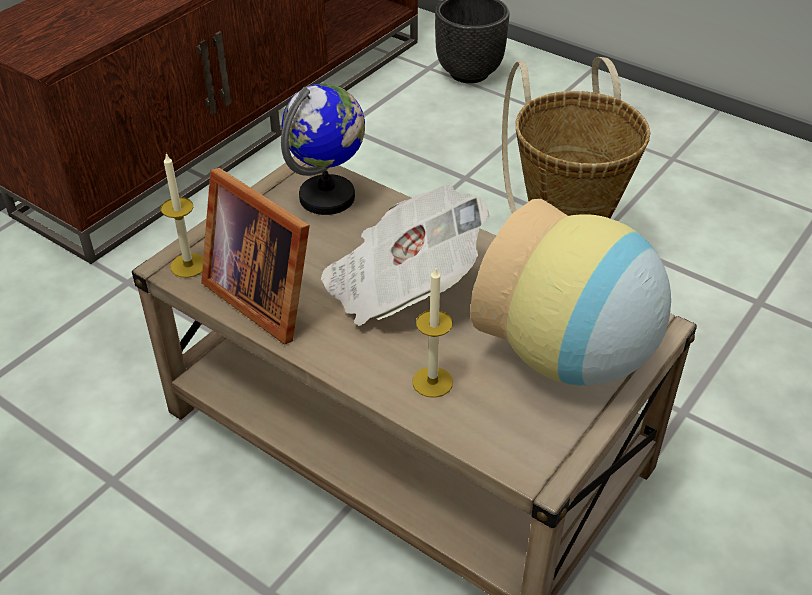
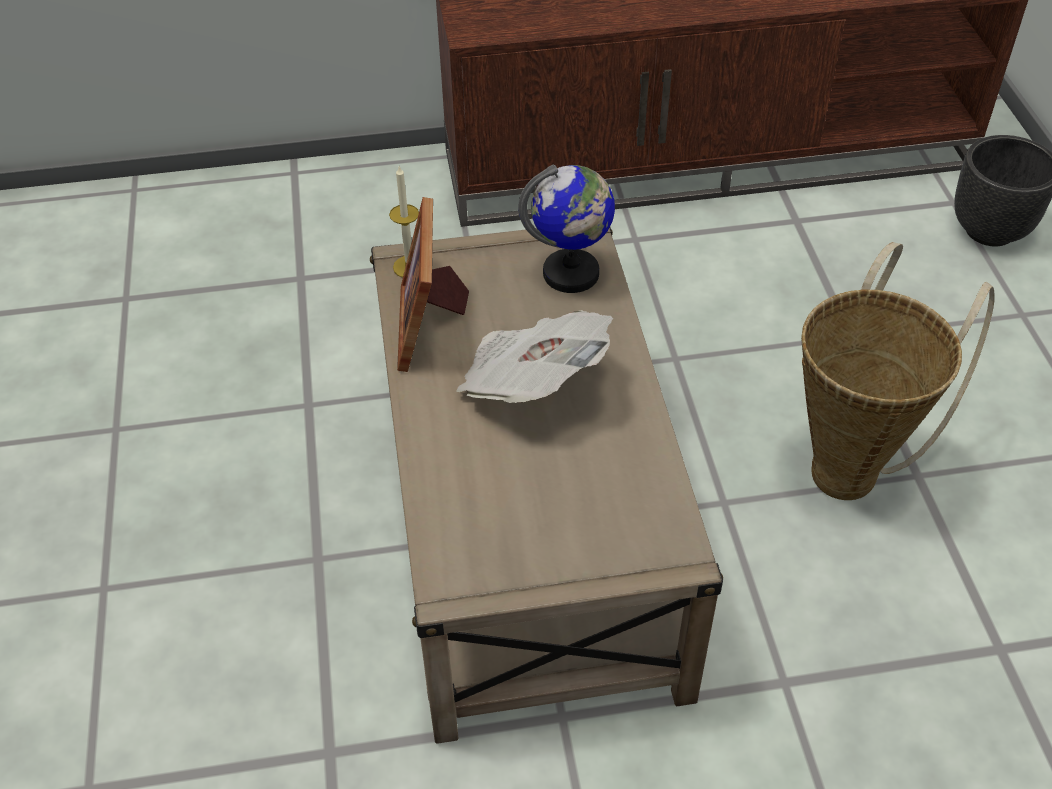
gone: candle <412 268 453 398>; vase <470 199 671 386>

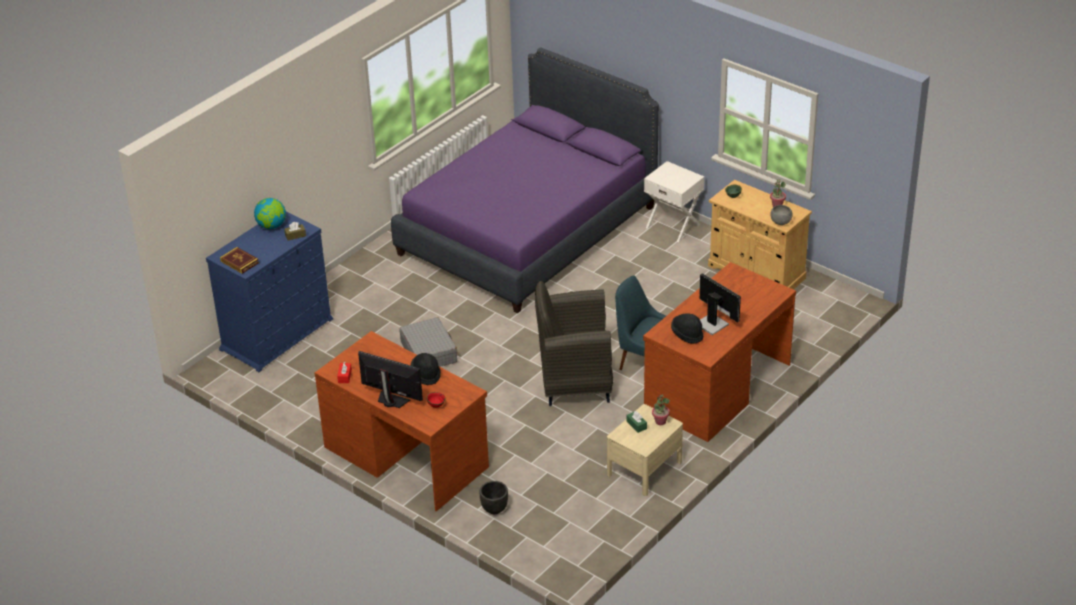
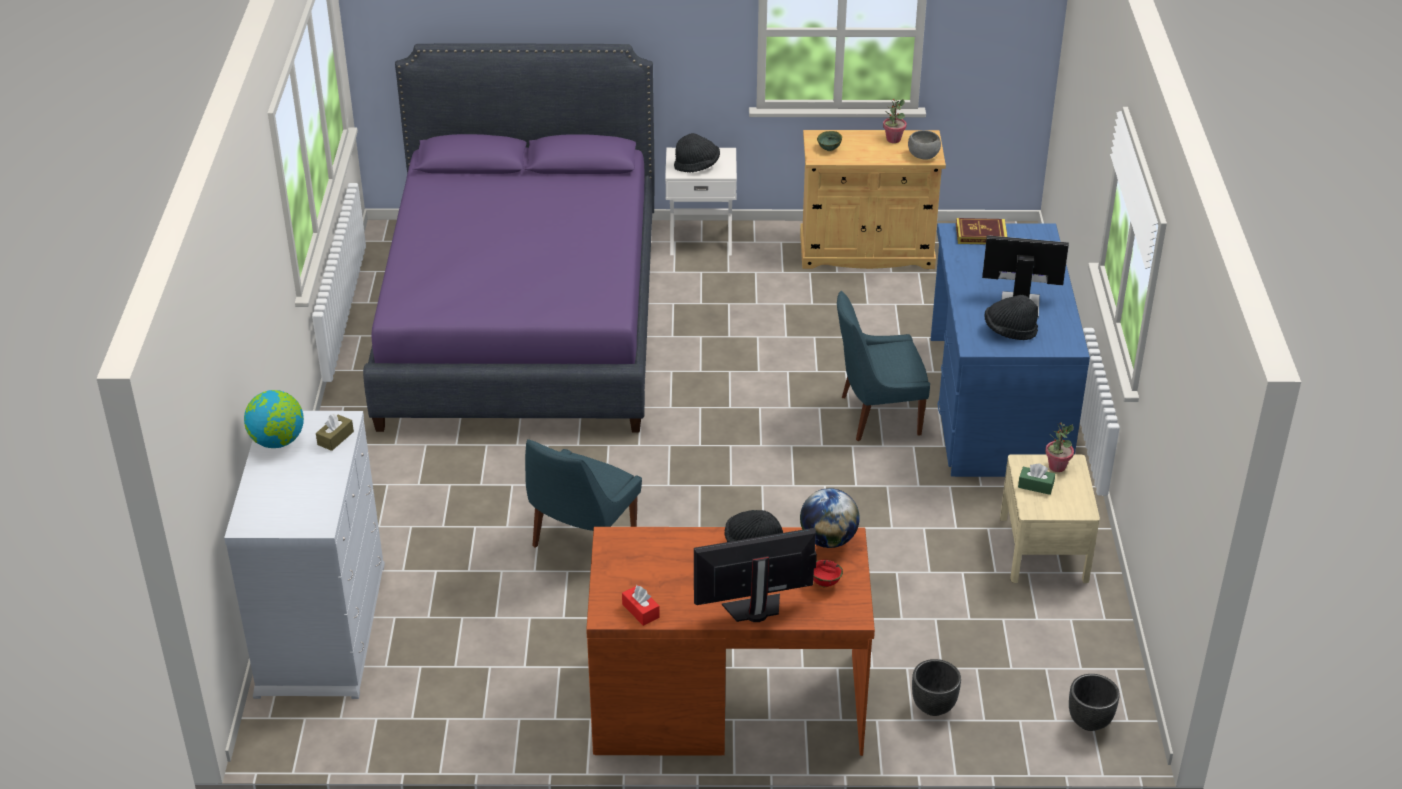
gone: grey easy chair <535 281 613 406>
new: black-coloured clothing hat <674 133 720 172>; world globe <800 488 860 548>; black-coloured planter <1069 674 1120 731>
shifted: book <220 247 259 274> to <956 218 1008 244>
swapped: grey travel case <399 317 457 367> to blue-coloured upright chair <525 439 642 548>
repainted: blue-coloured chest of drawers <206 212 333 372> to whitish chest of drawers <224 411 385 699>; brown-coloured desk <643 262 796 442> to blue-coloured desk <931 223 1090 477>

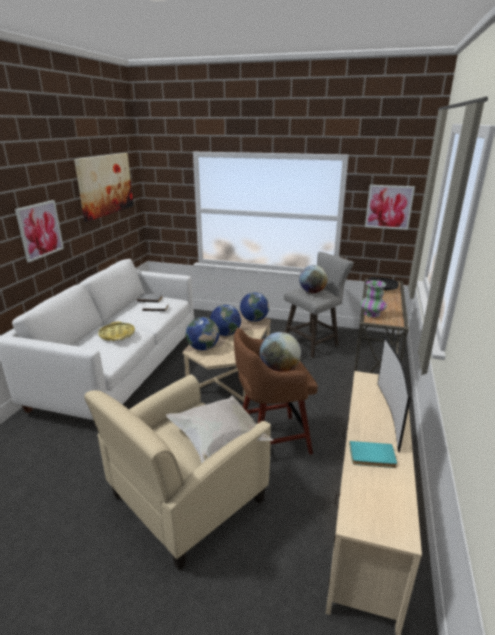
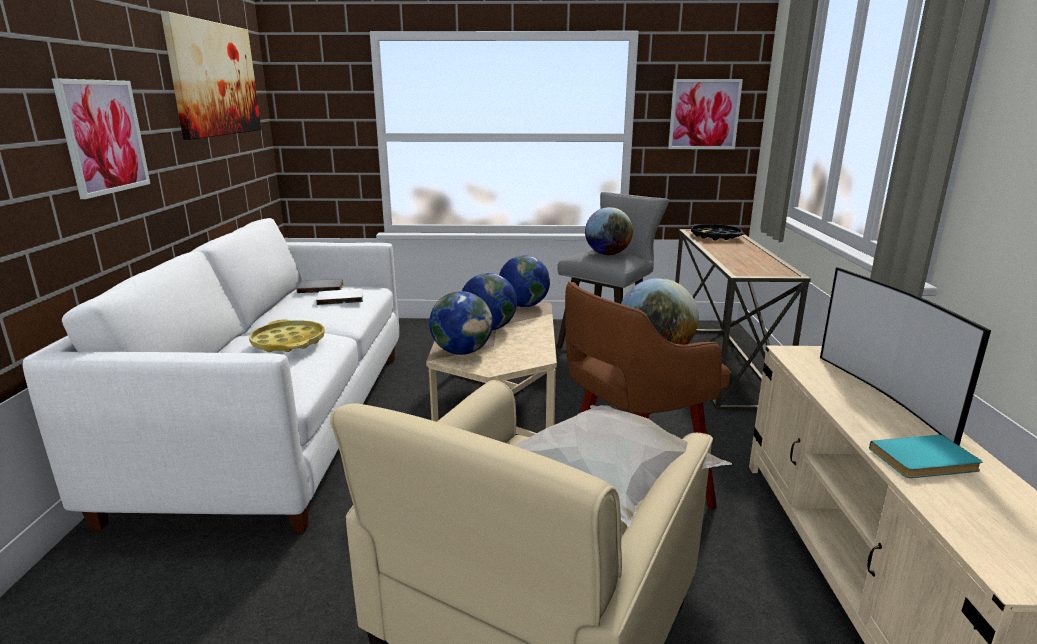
gone: vase <360 280 387 317>

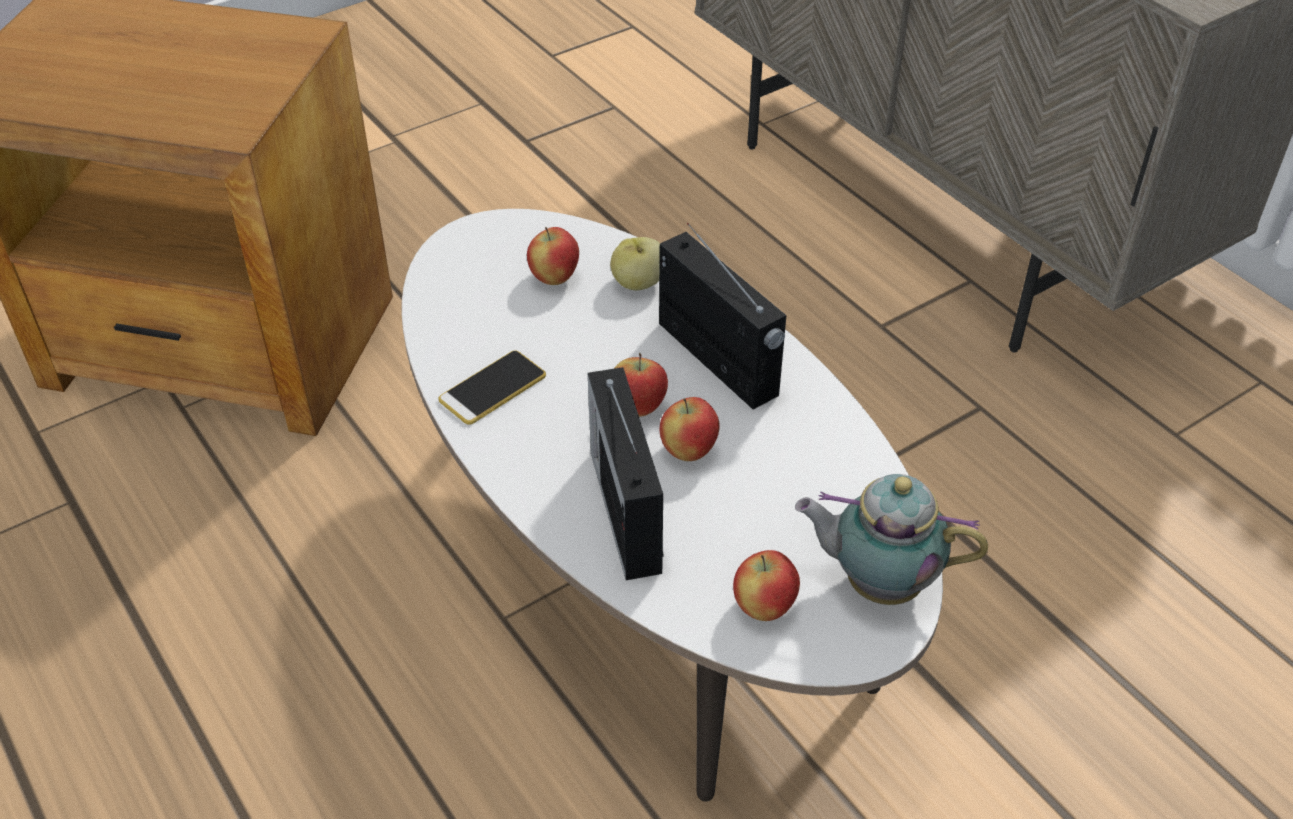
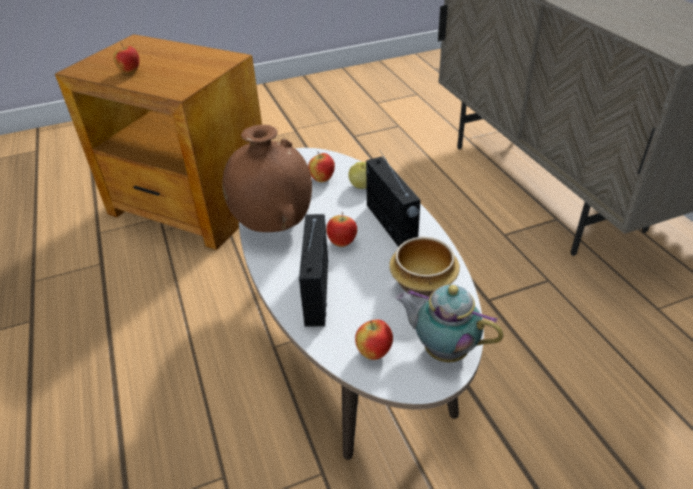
new: bowl <389 237 460 298>
shifted: whole apple <660 397 719 461> to <113 43 139 74>
swapped: telephone <438 351 546 425> to brown-coloured vase <222 125 312 232>

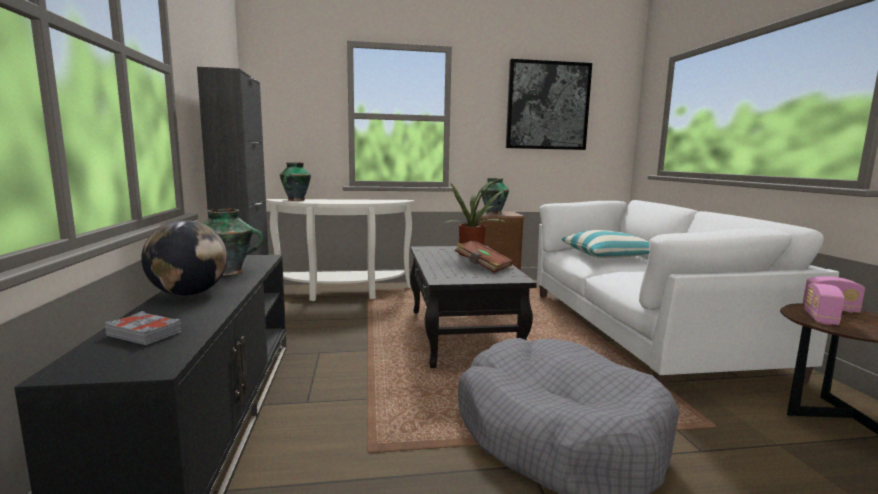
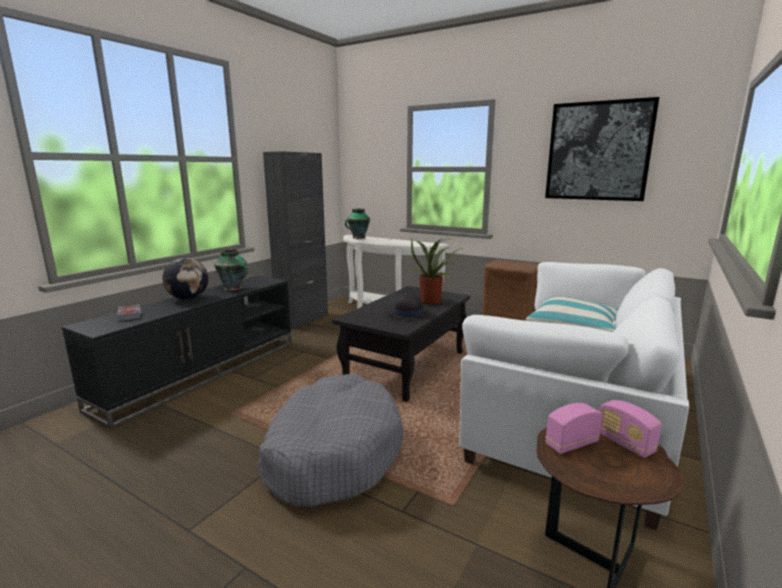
gone: vase <481 178 509 214>
swapped: brown-coloured book <455 240 513 273> to black-coloured clothing hat <387 293 429 319>

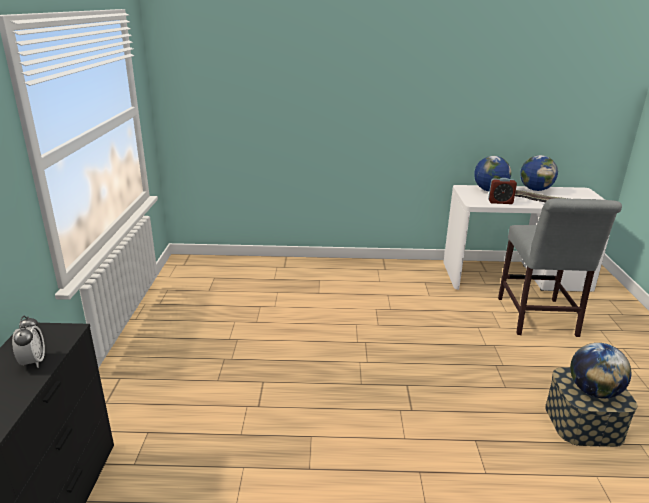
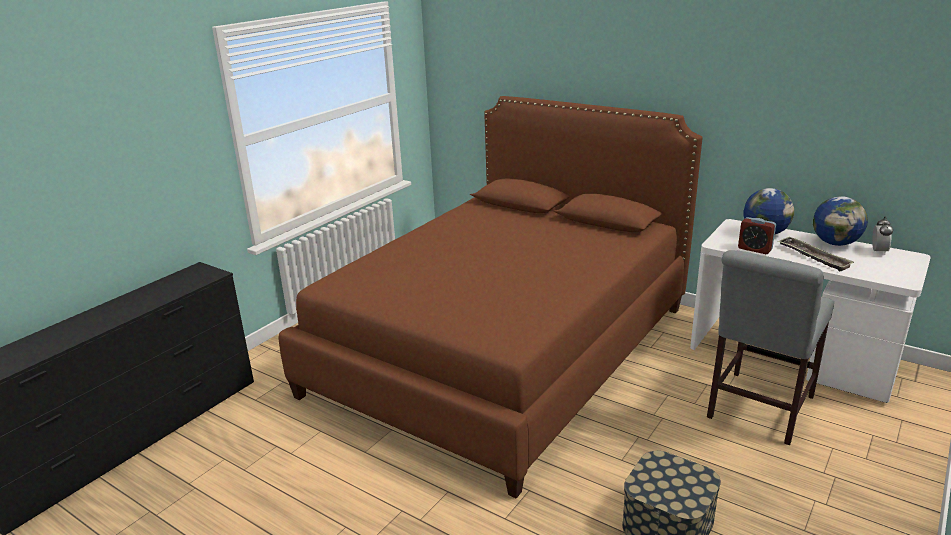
gone: world globe <570 343 632 398>
new: brown-coloured bed <279 96 702 498>
shifted: alarm clock <12 316 45 368> to <872 217 893 255>

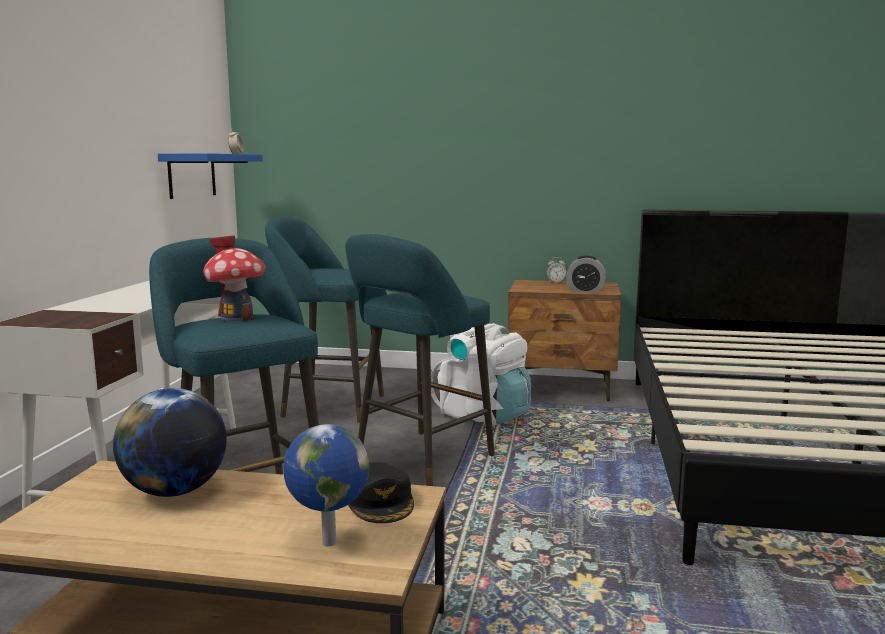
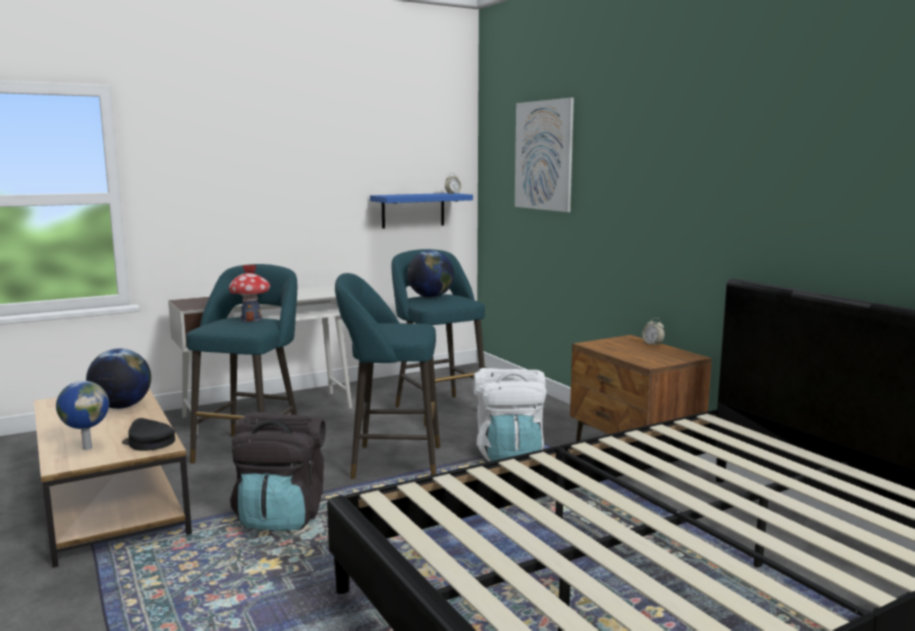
gone: alarm clock <566 255 606 293>
new: black-coloured knapsack <230 412 326 531>; world globe <407 250 454 298>; wall art <515 98 574 212>
rotated: black-coloured baseball cap <348 462 414 523> = <122 418 175 451> 90 degrees clockwise

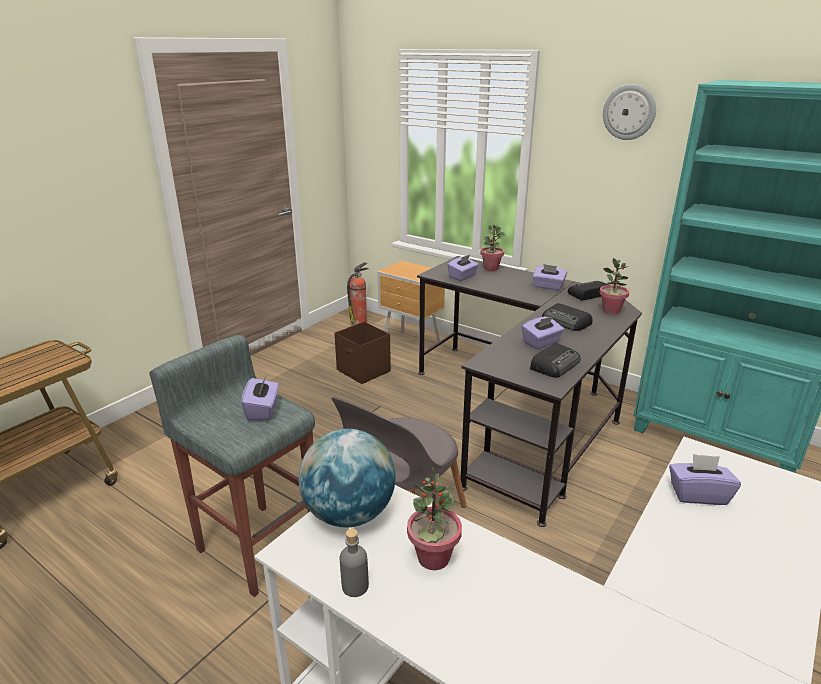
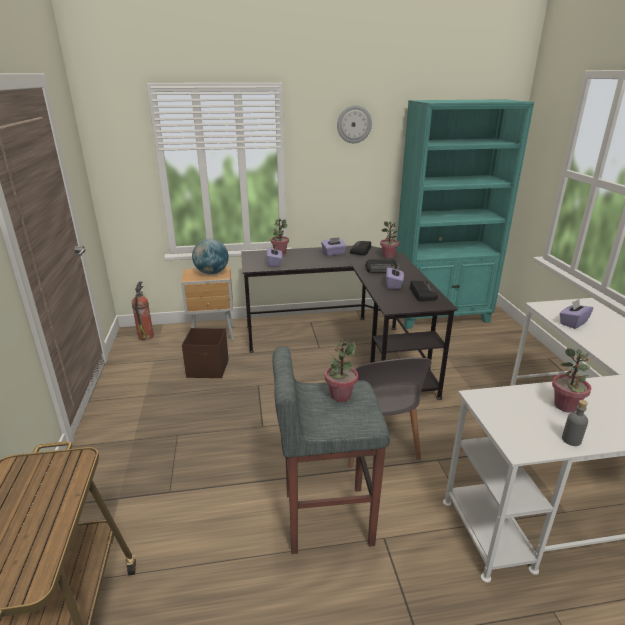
shifted: world globe <299 429 396 528> to <192 239 229 275>
swapped: purple-coloured tissue box <241 376 279 420> to houseplant <325 339 358 402>

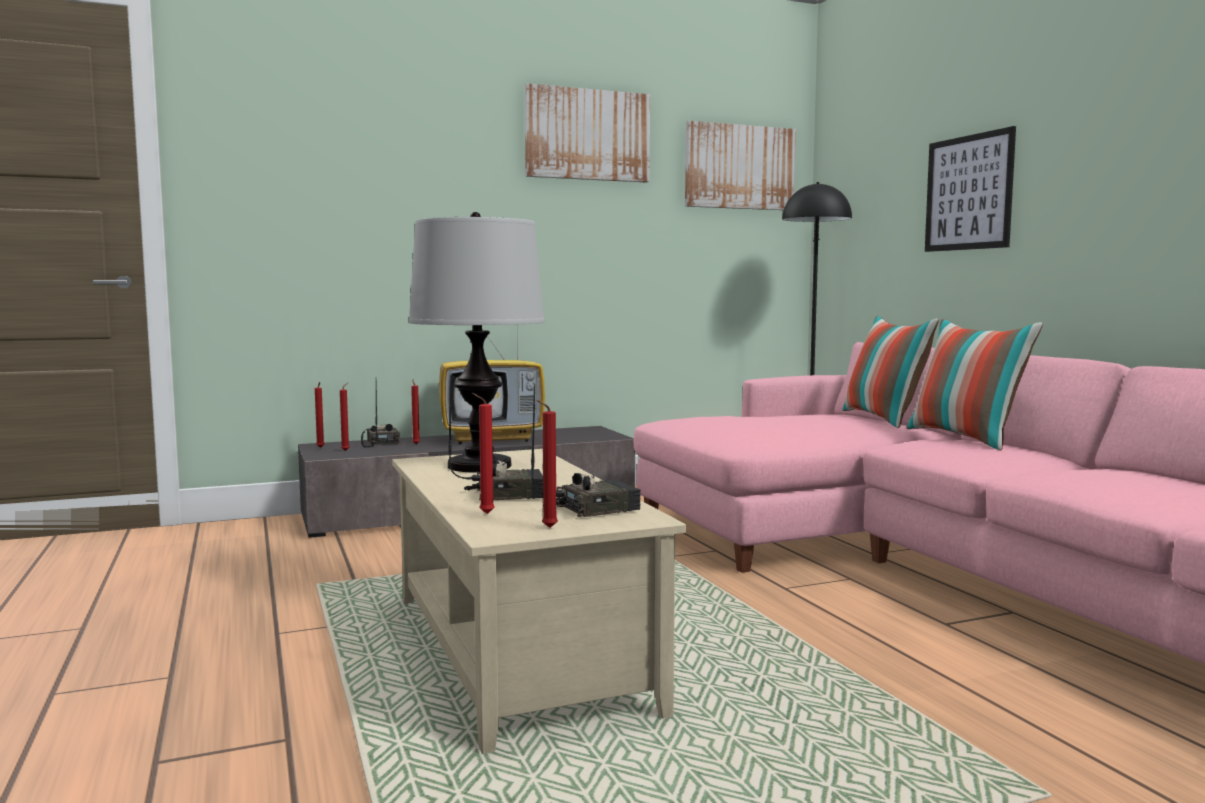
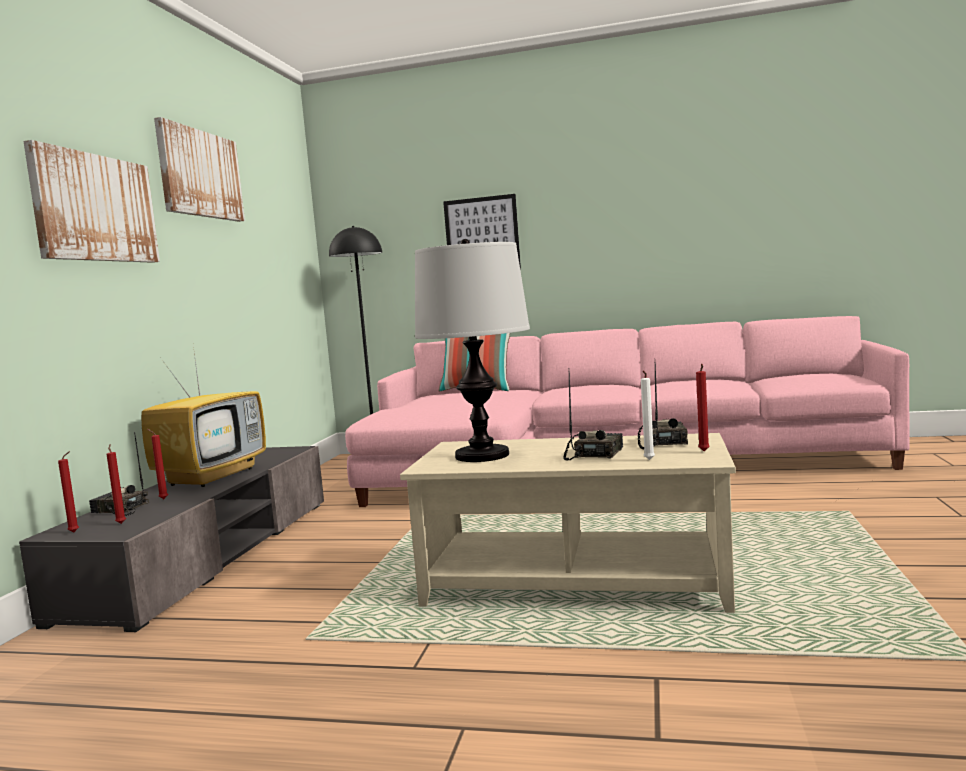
gone: cushion <906 319 1043 450>
shifted: wall art <685 121 796 210> to <23 140 160 263>
repainted: red candle <472 393 495 514> to whitish candle <641 371 655 460>

